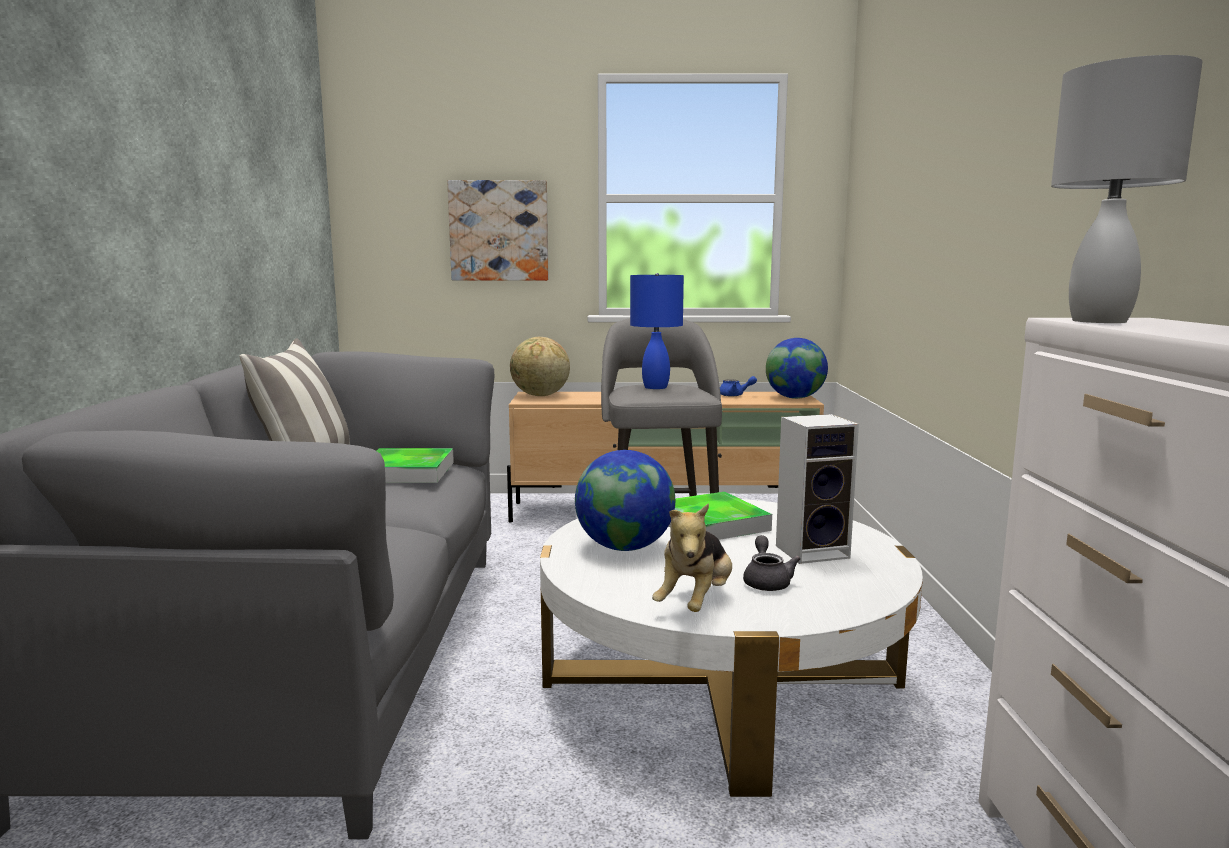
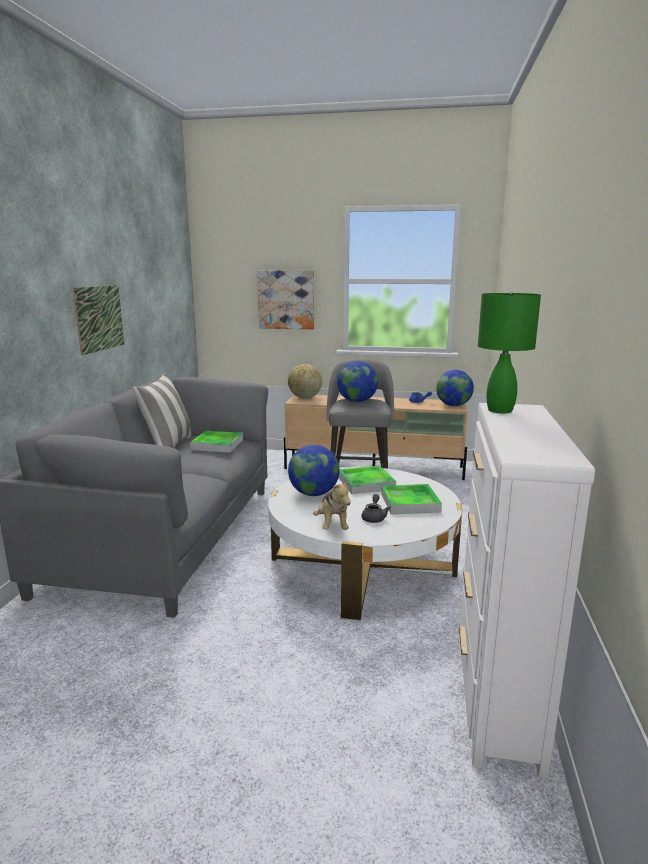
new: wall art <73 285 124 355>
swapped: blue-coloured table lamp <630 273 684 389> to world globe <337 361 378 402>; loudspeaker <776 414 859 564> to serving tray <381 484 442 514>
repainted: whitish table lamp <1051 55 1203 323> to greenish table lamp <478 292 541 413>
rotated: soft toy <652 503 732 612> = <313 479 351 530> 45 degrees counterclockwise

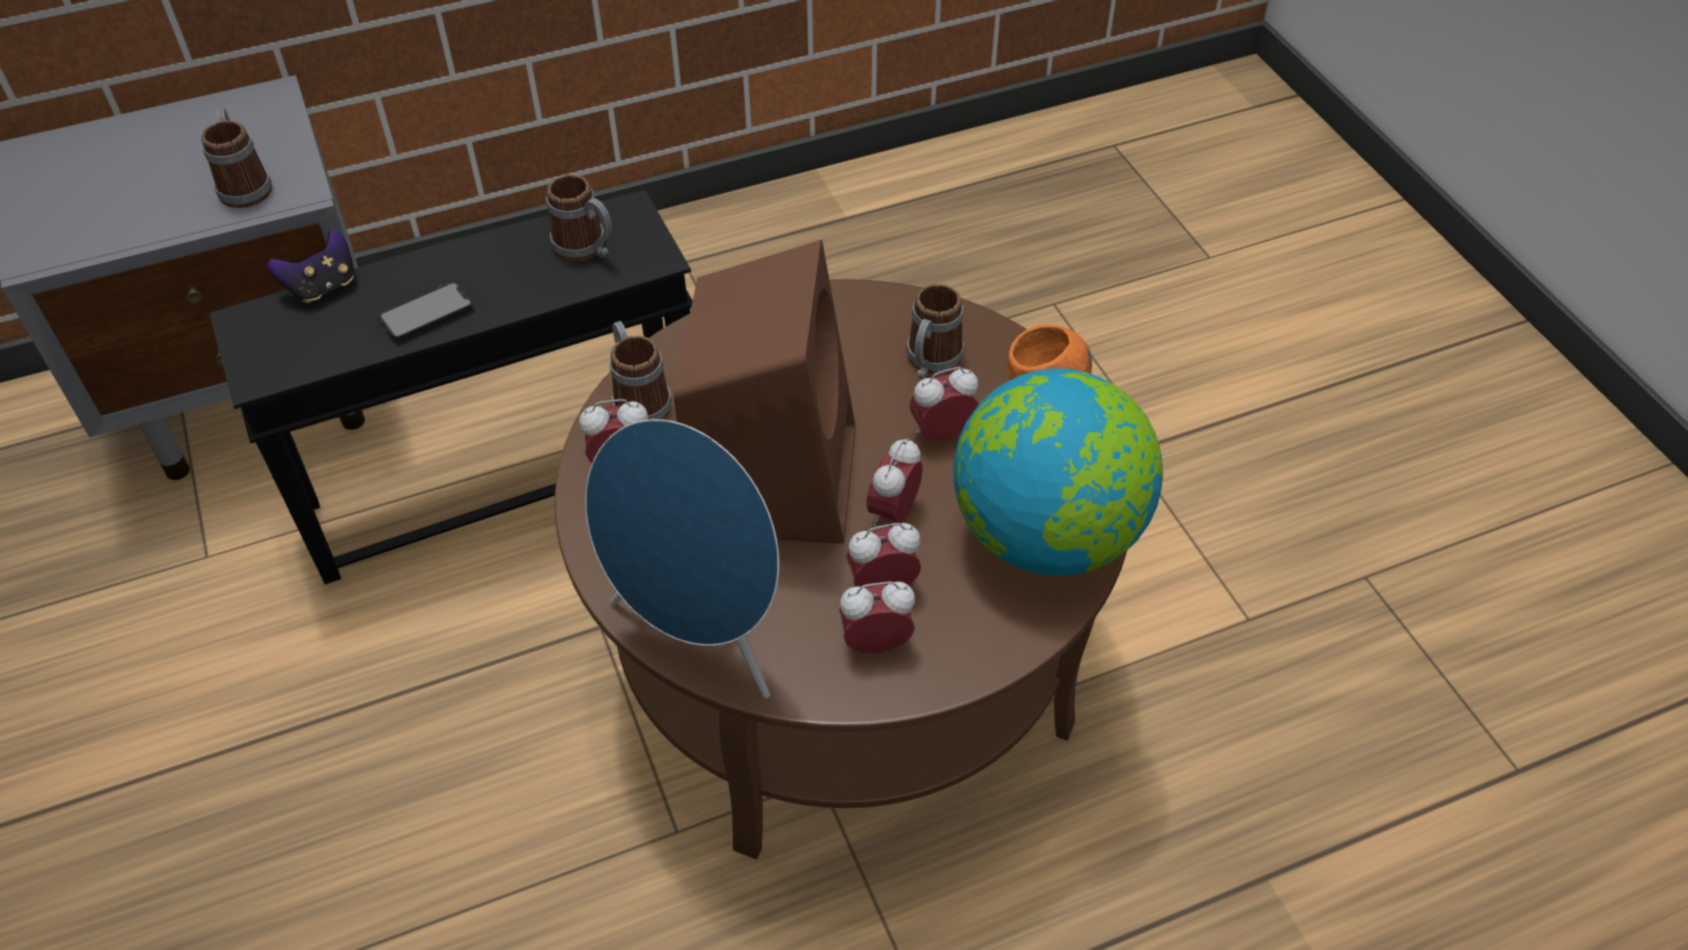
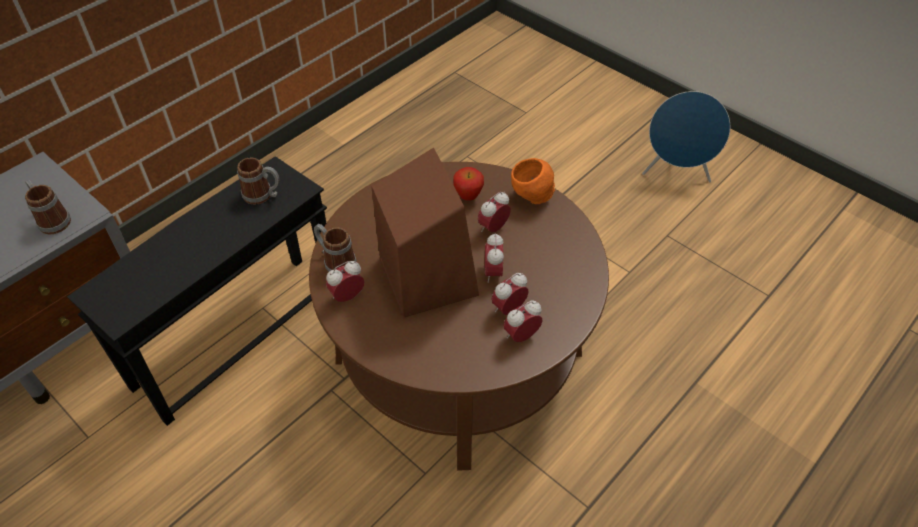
gone: game controller <268 230 354 303>; telephone <375 280 473 338>; world globe <953 369 1163 576>
shifted: blue-coloured loudspeaker <585 419 779 699> to <642 91 730 182>
swapped: tea mug <906 284 964 379> to whole apple <453 167 484 201>

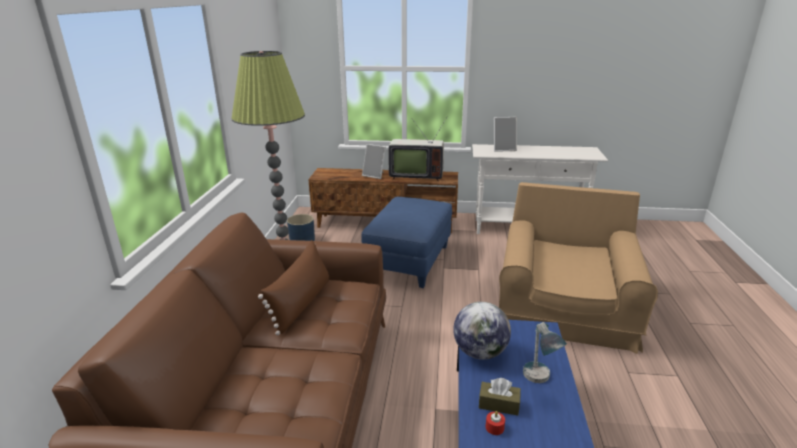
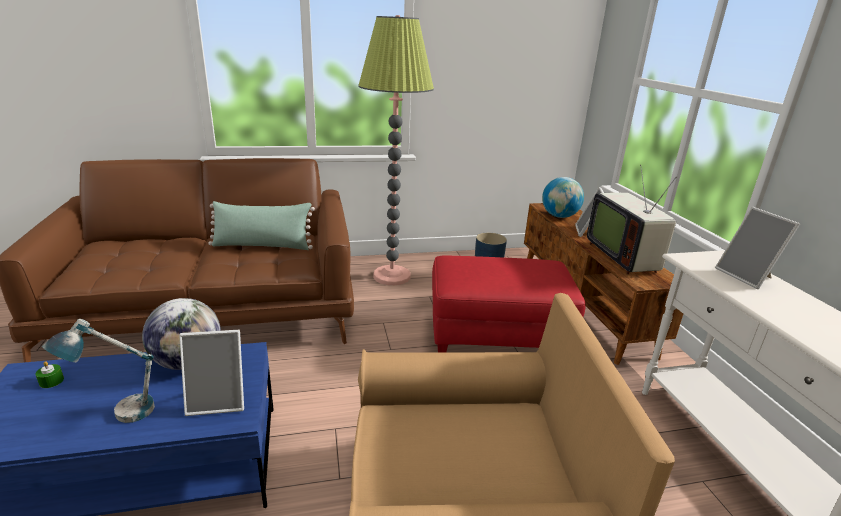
gone: brown-coloured tissue box <479 378 521 416>
new: photo frame <179 330 244 416>; world globe <542 177 584 218>
repainted: red candle <486 411 505 435> to greenish candle <35 361 64 388>; brown-coloured cushion <258 240 329 335> to greenish cushion <208 201 315 250>; blue-coloured ottoman <361 197 452 288> to red ottoman <432 256 586 352>

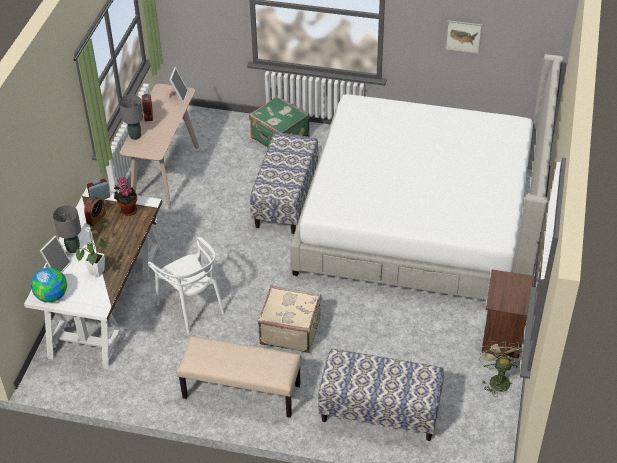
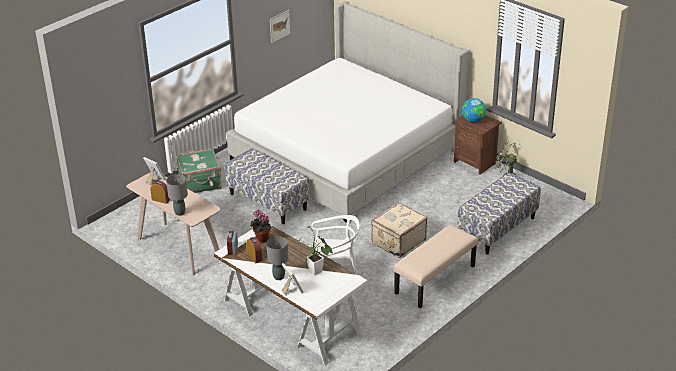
shifted: world globe <31 267 67 303> to <462 98 486 123>

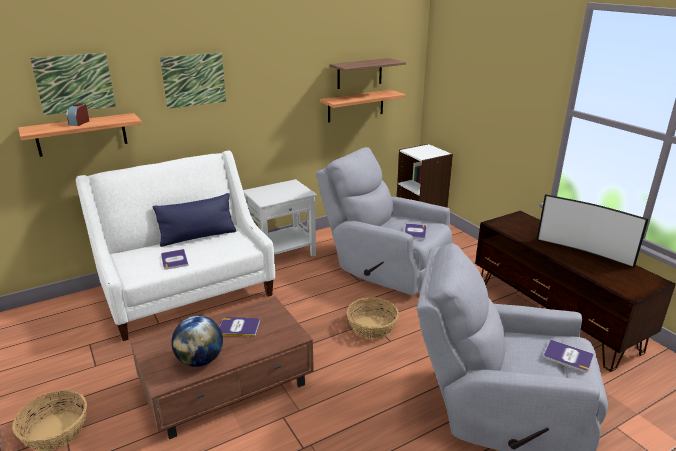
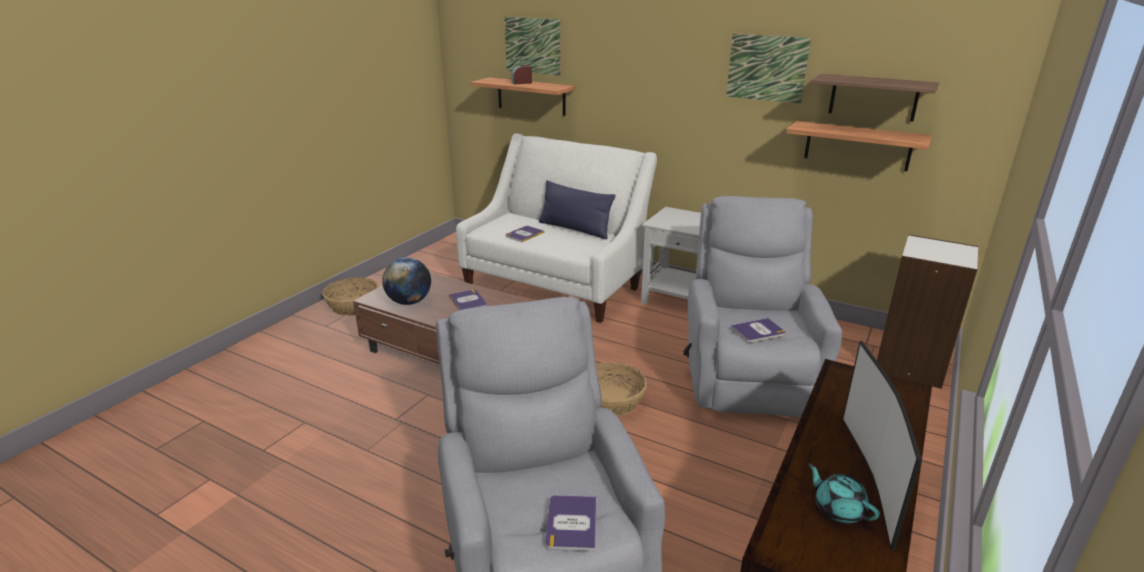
new: turquoise-coloured teapot <808 463 880 523>
shifted: wall art <160 52 226 109> to <726 34 811 104>

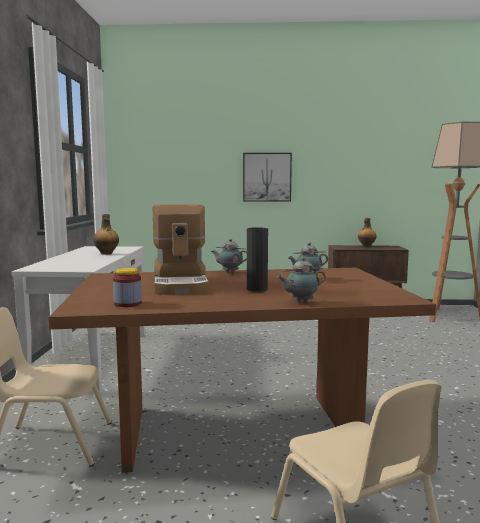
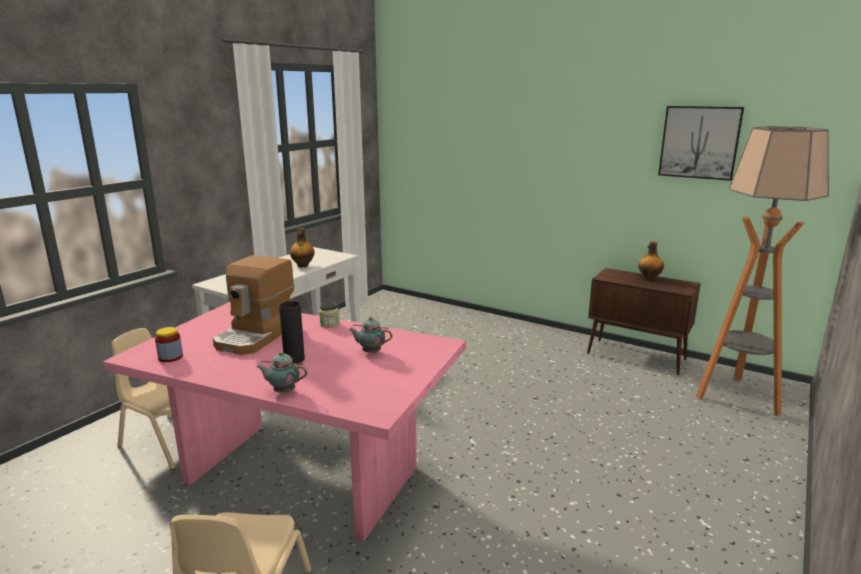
shifted: wall art <243 153 292 202> to <658 106 744 181>
swapped: teapot <211 239 247 273> to storage jar <319 302 339 328>
repainted: brown-coloured dinner table <49 268 436 473> to pinkish dinner table <103 302 466 542>

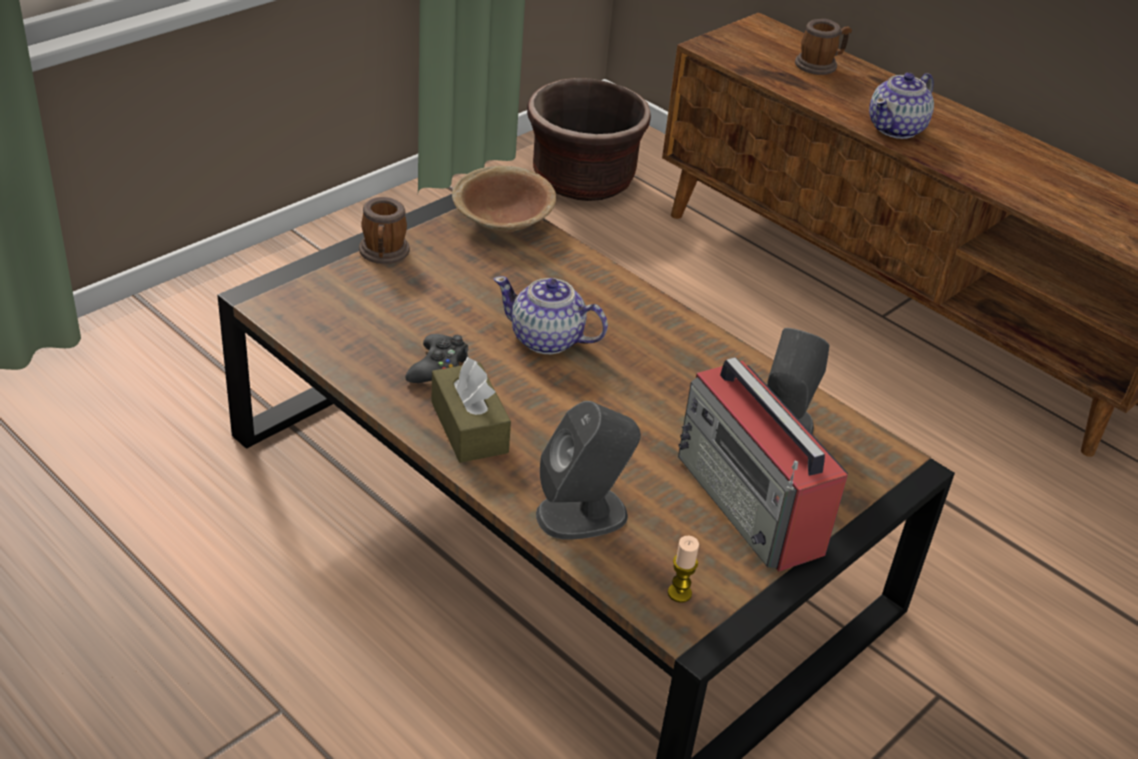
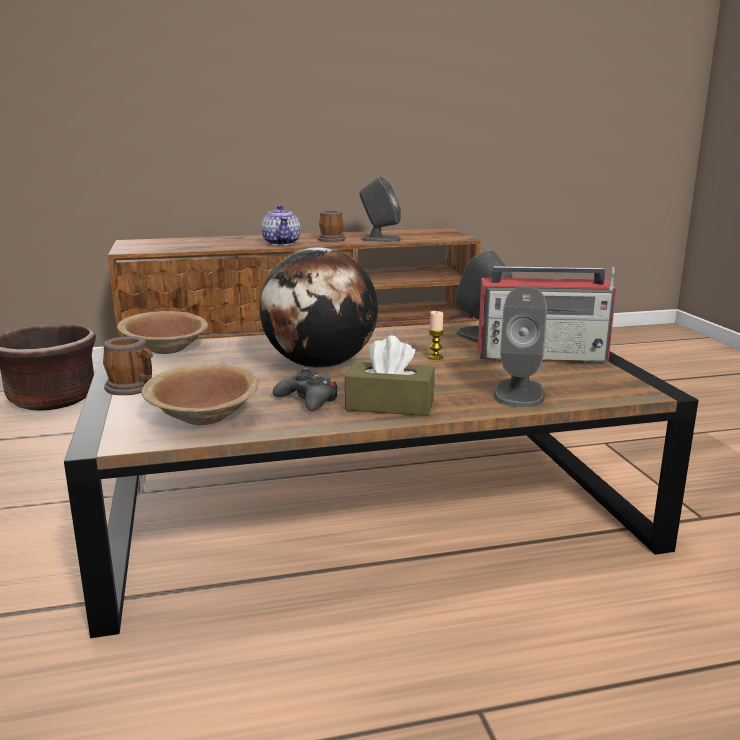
new: brown-coloured bowl <141 364 258 425>; grey loudspeaker <359 176 401 242>
shifted: tea mug <795 19 852 75> to <318 210 345 242>; candle <668 536 699 603> to <428 311 444 360>
swapped: teapot <493 276 608 354> to world globe <259 247 378 368>

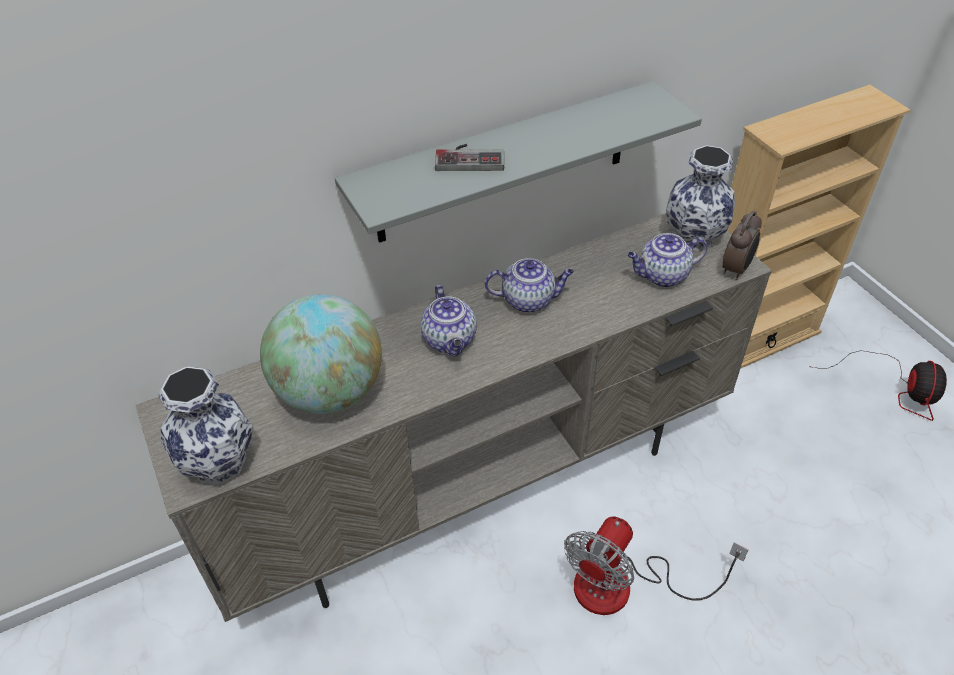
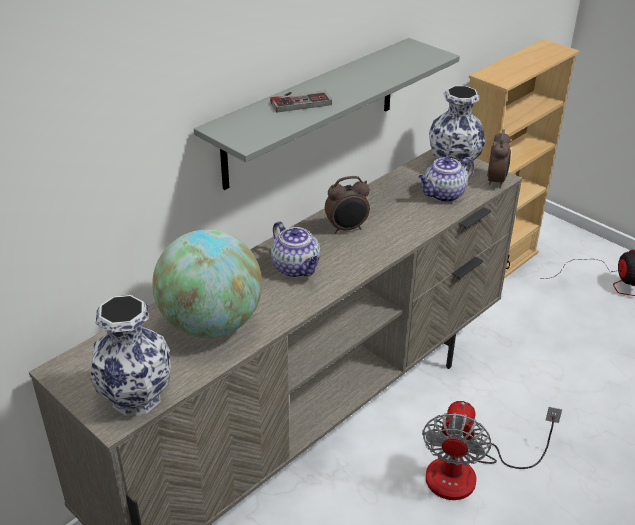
swapped: teapot <485 258 574 313> to alarm clock <325 176 370 234>

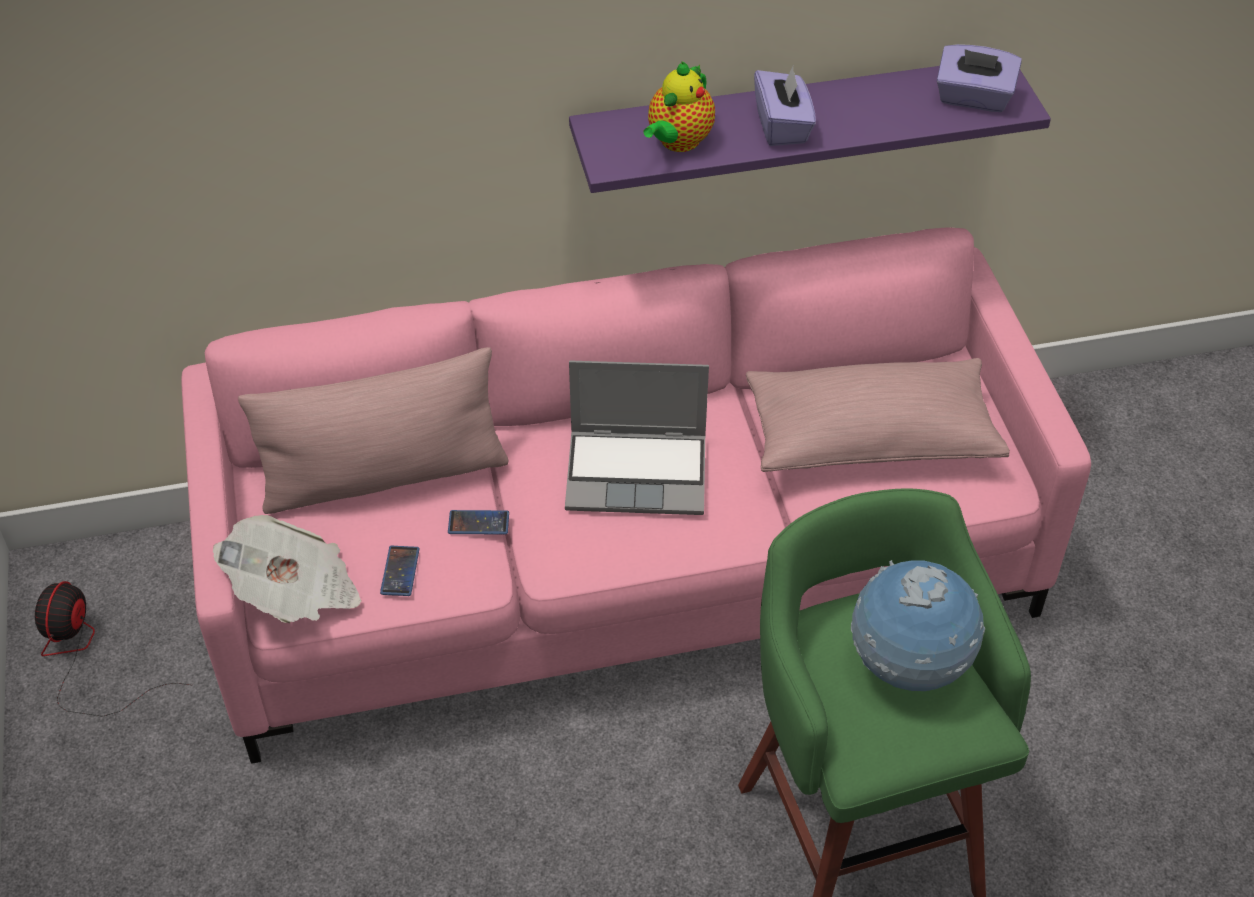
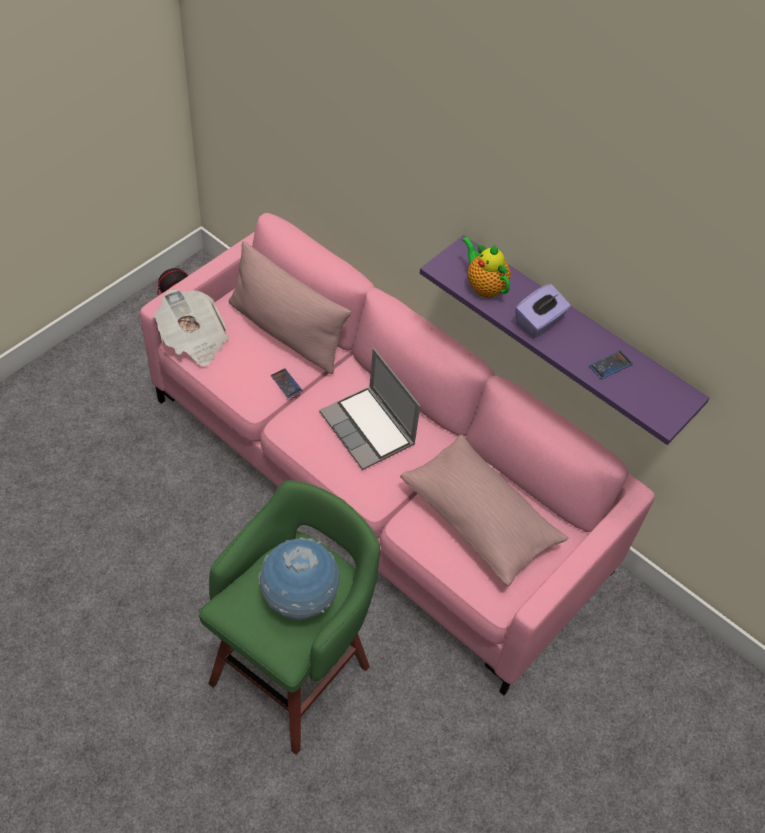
gone: purple-coloured tissue box <937 44 1022 112>
shifted: telephone <380 546 420 596> to <589 350 633 379>
rotated: teapot <643 61 715 152> = <462 237 511 298> 60 degrees clockwise

